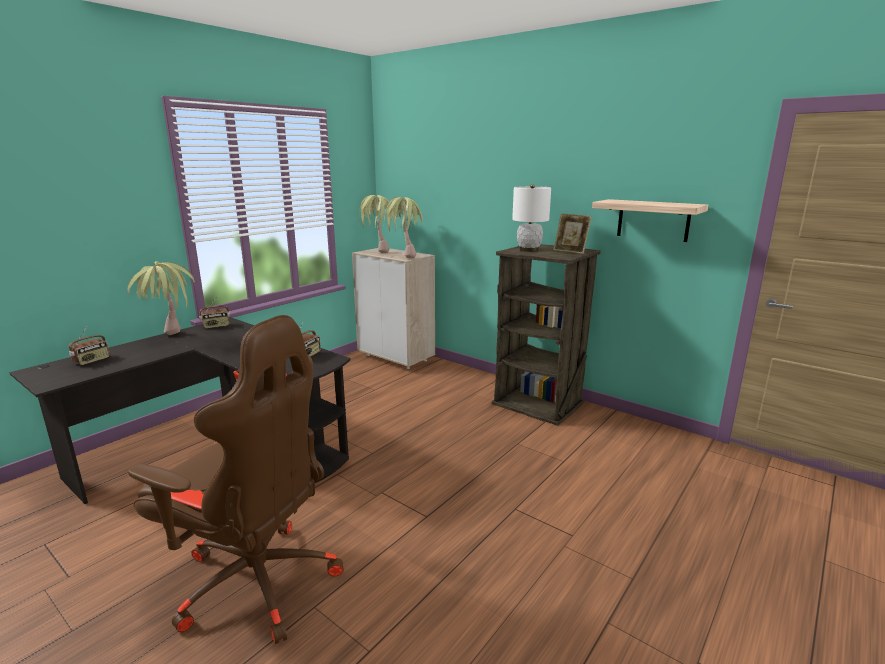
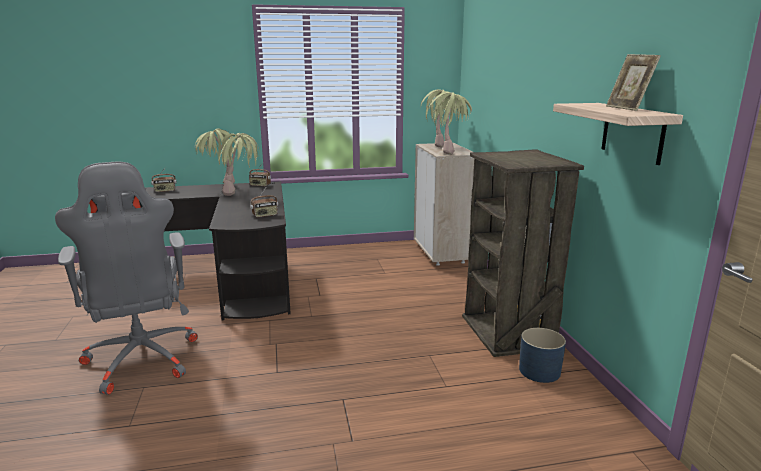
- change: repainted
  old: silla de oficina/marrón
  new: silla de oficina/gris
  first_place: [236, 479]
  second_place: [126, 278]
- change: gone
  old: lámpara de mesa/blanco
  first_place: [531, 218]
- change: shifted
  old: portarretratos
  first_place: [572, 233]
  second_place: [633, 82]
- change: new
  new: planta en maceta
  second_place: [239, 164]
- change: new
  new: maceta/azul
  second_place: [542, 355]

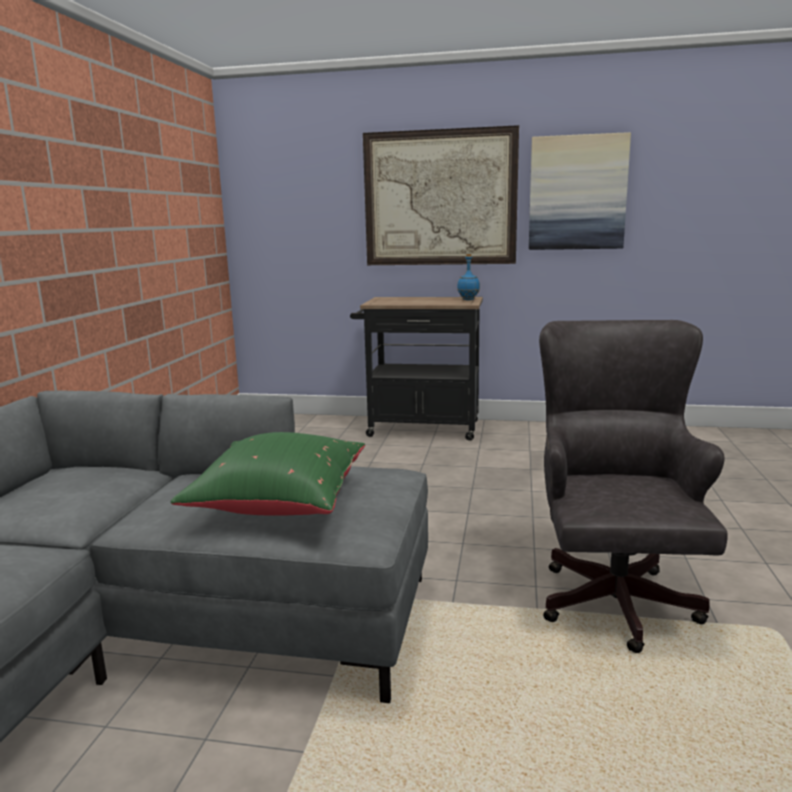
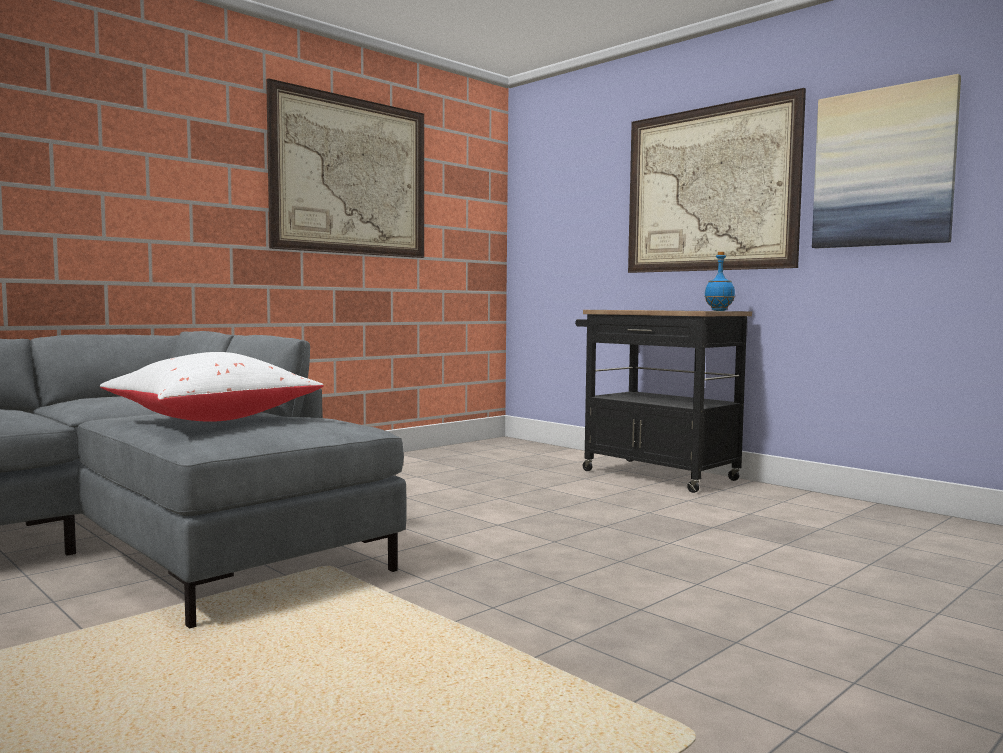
- change: repainted
  old: cojín/verde
  new: cojín/blanco
  first_place: [268, 474]
  second_place: [212, 387]
- change: gone
  old: silla de oficina/gris
  first_place: [633, 486]
- change: new
  new: cuadro
  second_place: [345, 168]

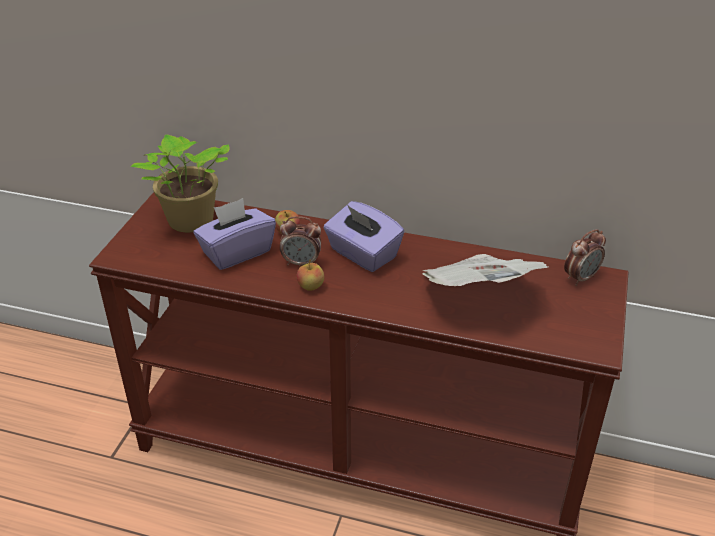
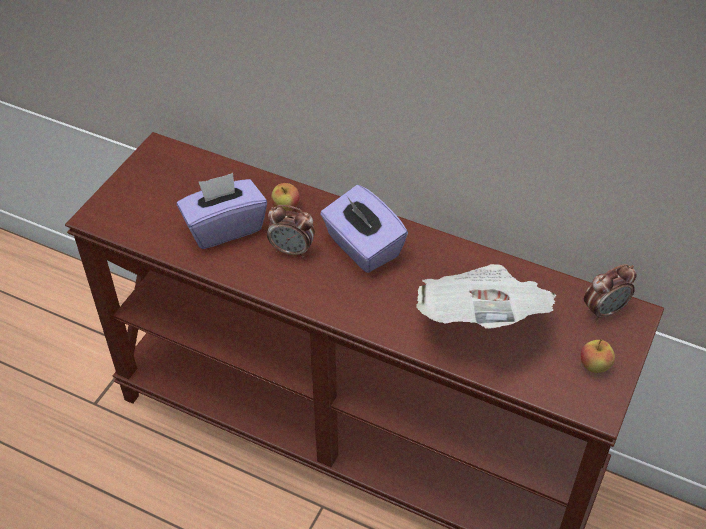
- change: gone
  old: planta en maceta
  first_place: [180, 183]
- change: shifted
  old: manzana
  first_place: [310, 275]
  second_place: [597, 356]

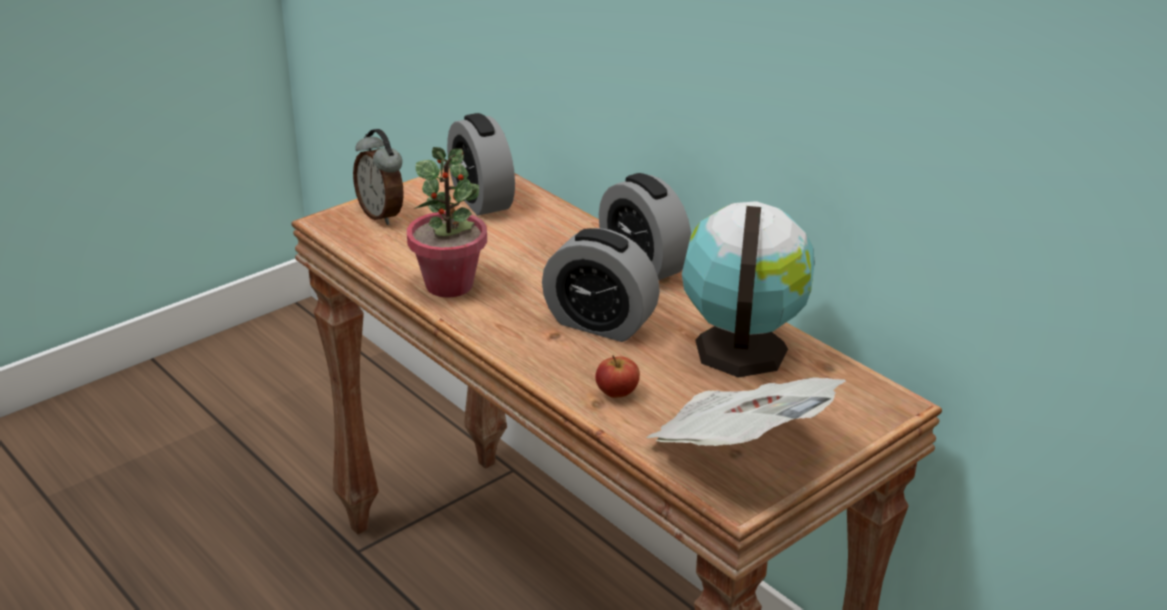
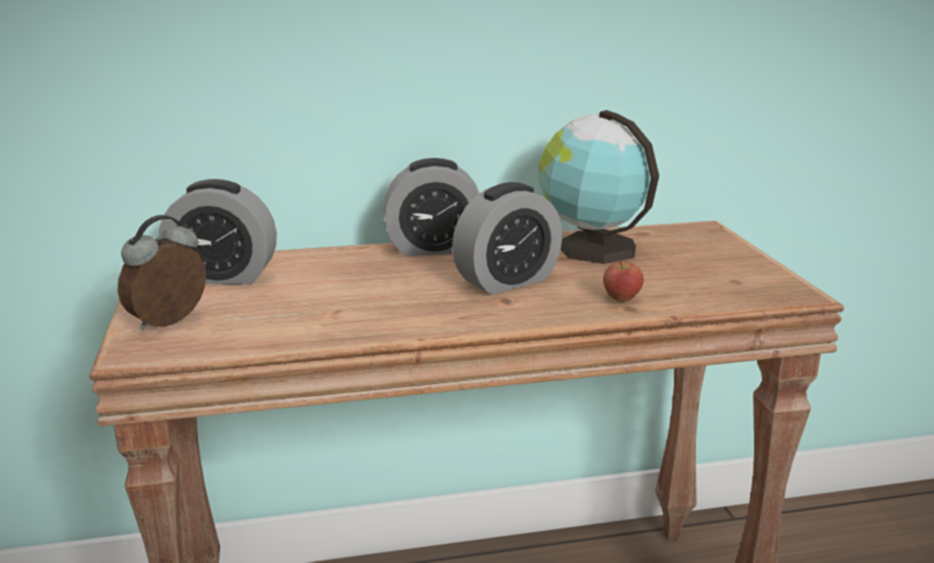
- change: rotated
  old: despertador
  first_place: [378, 177]
  second_place: [162, 272]
  degrees: 135
- change: gone
  old: planta en maceta
  first_place: [447, 222]
- change: gone
  old: periódico
  first_place: [746, 411]

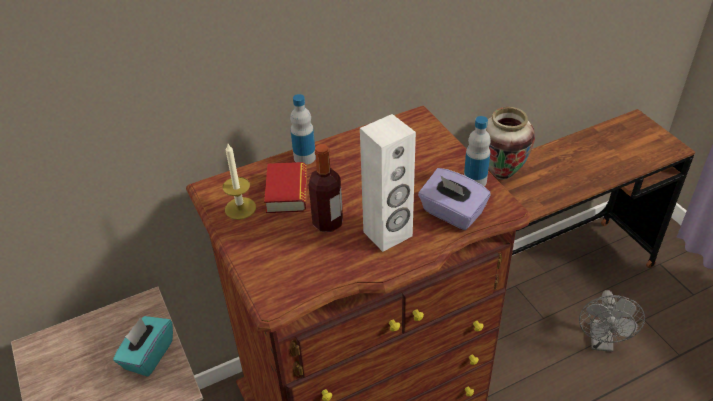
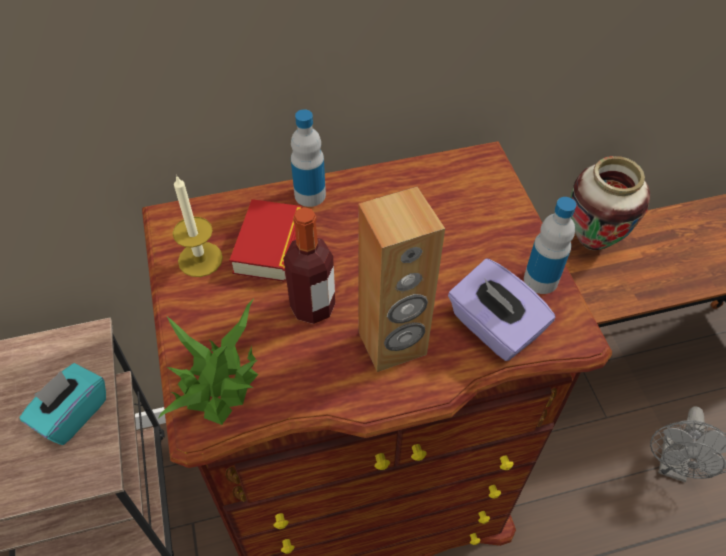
- change: repainted
  old: altavoz/blanco
  new: altavoz/marrón
  first_place: [388, 183]
  second_place: [401, 279]
- change: new
  new: planta en maceta
  second_place: [208, 362]

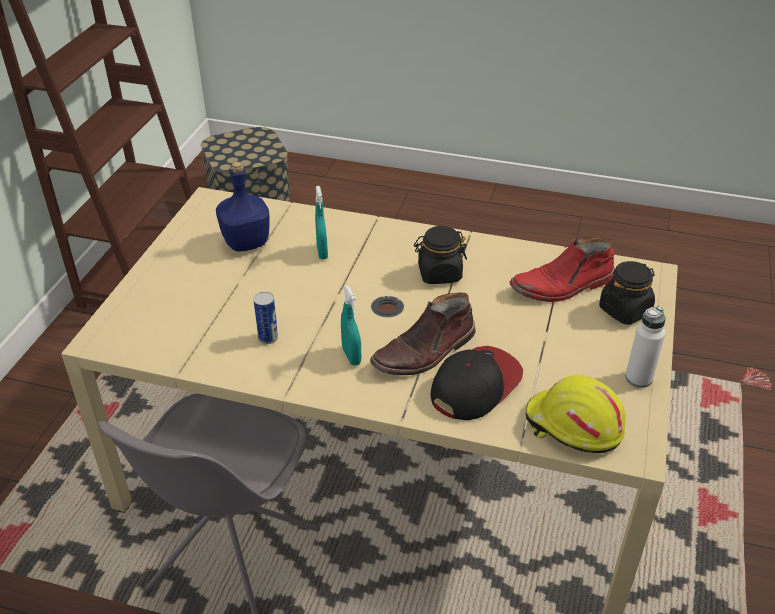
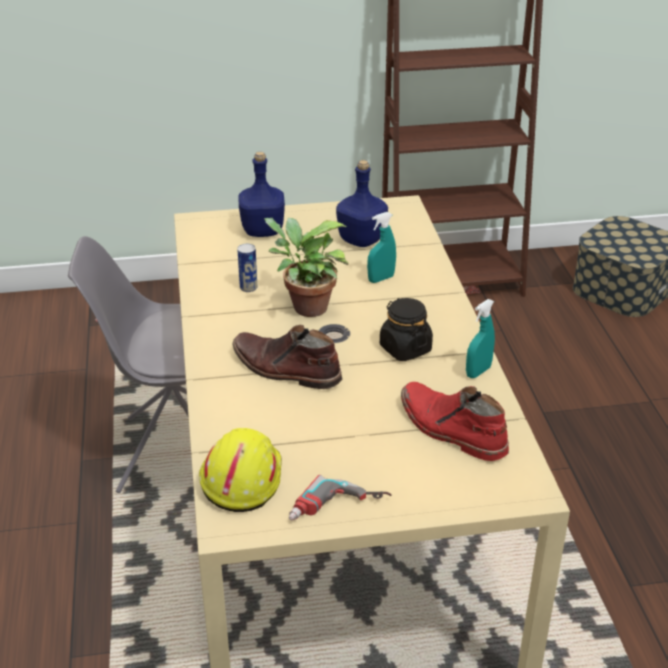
- change: shifted
  old: pulverizador/turquesa
  first_place: [351, 325]
  second_place: [480, 338]
- change: gone
  old: gorra
  first_place: [477, 383]
- change: gone
  old: tarro/negro
  first_place: [627, 293]
- change: swapped
  old: botella/blanco
  new: taladro
  first_place: [645, 347]
  second_place: [340, 497]
- change: new
  new: botella/azul
  second_place: [262, 194]
- change: new
  new: planta en maceta
  second_place: [306, 267]

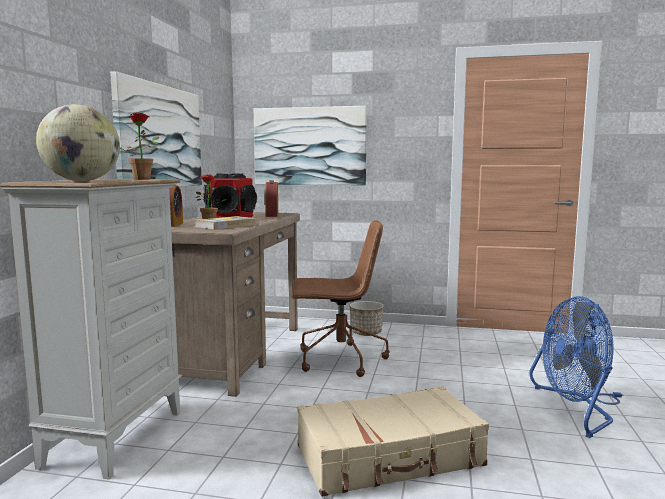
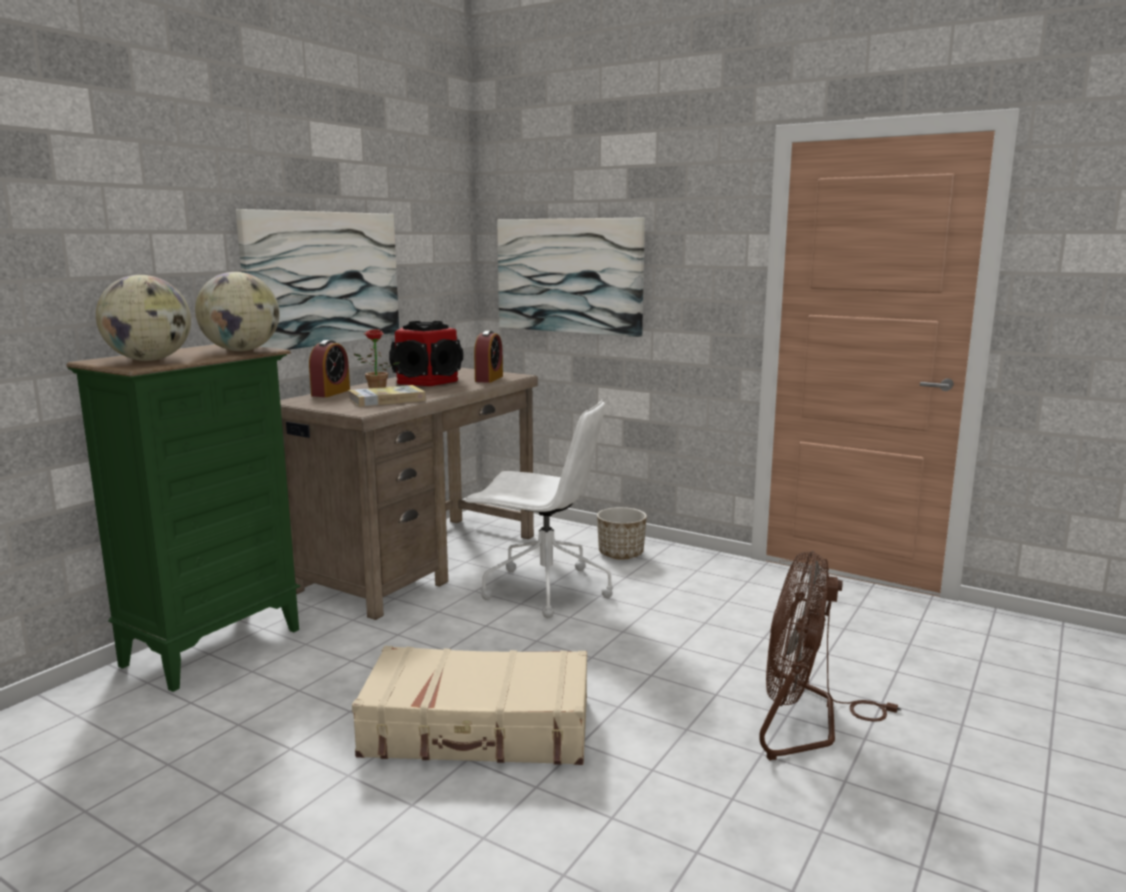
- change: repainted
  old: cómoda/blanco
  new: cómoda/verde
  first_place: [91, 329]
  second_place: [183, 518]
- change: swapped
  old: planta en maceta
  new: globo terráqueo
  first_place: [139, 146]
  second_place: [237, 311]
- change: repainted
  old: silla de oficina/marrón
  new: silla de oficina/blanco
  first_place: [340, 298]
  second_place: [538, 509]
- change: repainted
  old: ventilador/azul
  new: ventilador/marrón
  first_place: [576, 367]
  second_place: [830, 656]

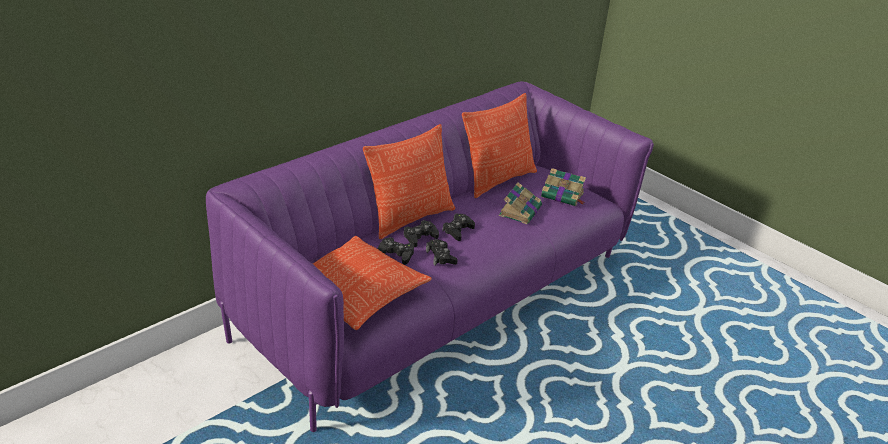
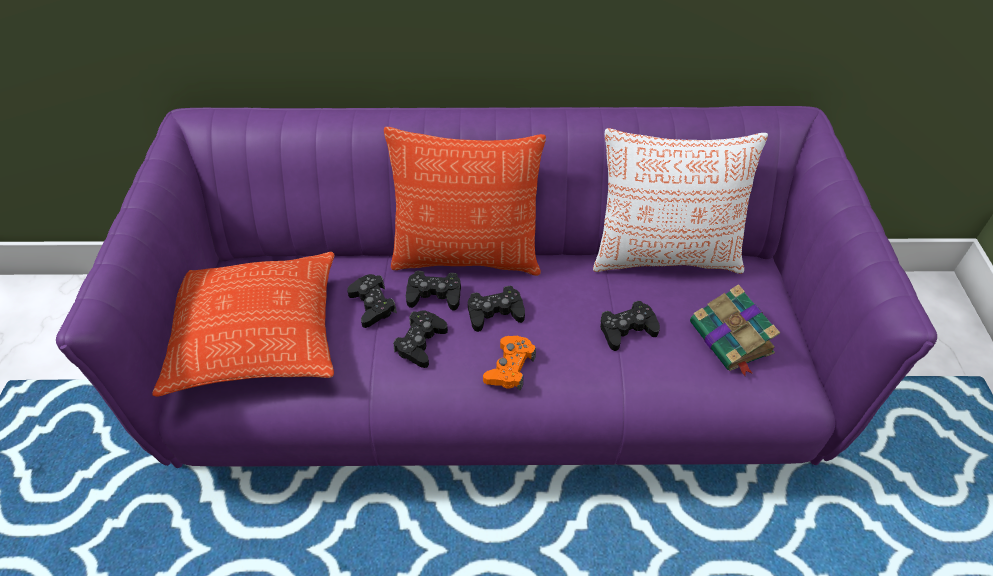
- change: repainted
  old: cojín/naranja
  new: cojín/blanco
  first_place: [499, 145]
  second_place: [680, 201]
- change: swapped
  old: libro
  new: mando de consola/negro
  first_place: [520, 203]
  second_place: [630, 326]
- change: new
  new: mando de consola/naranja
  second_place: [509, 363]

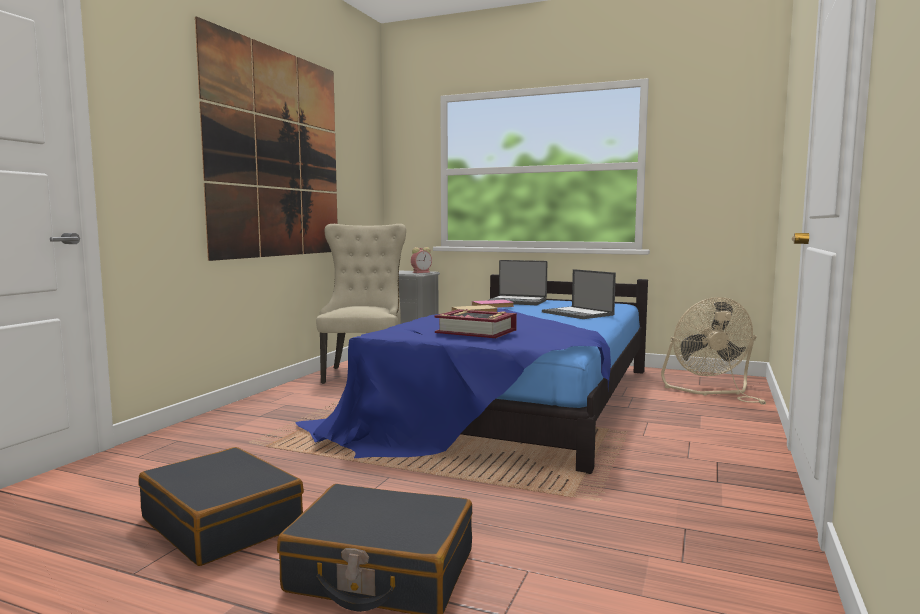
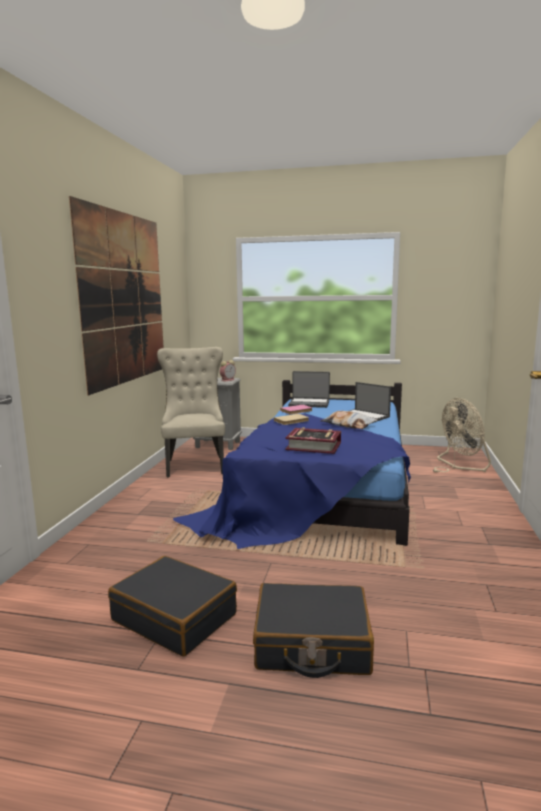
- change: rotated
  old: ventilador/beis
  first_place: [713, 351]
  second_place: [461, 435]
  degrees: 90
- change: new
  new: cojín
  second_place: [349, 420]

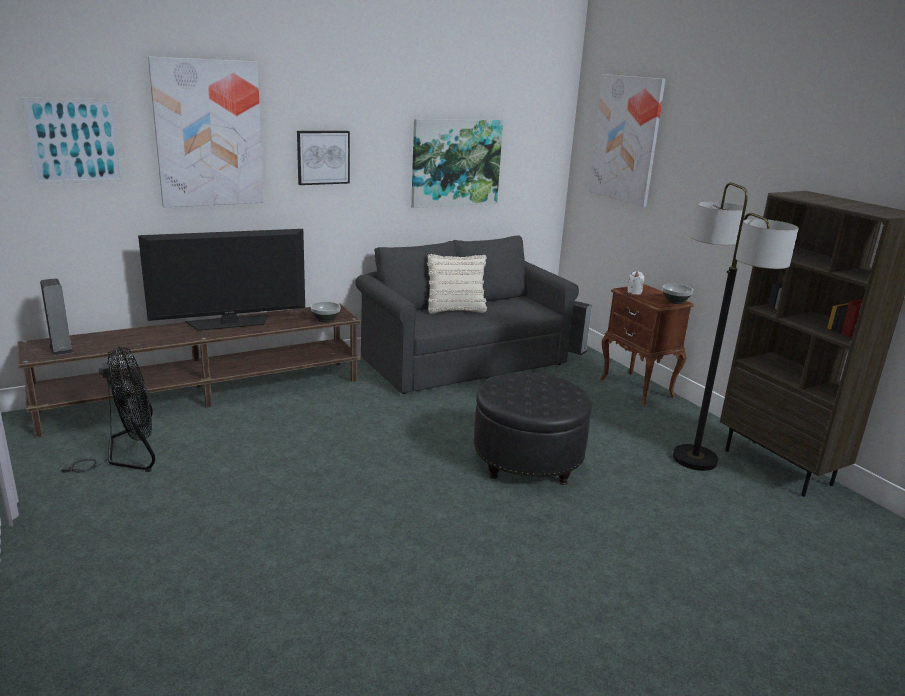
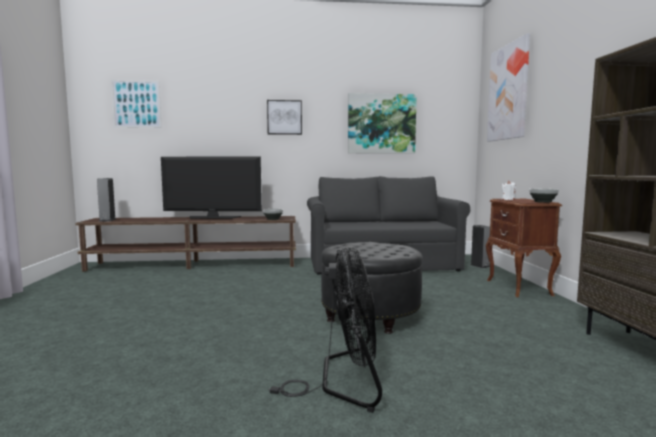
- change: shifted
  old: ventilador/negro
  first_place: [107, 409]
  second_place: [325, 329]
- change: gone
  old: cuadro
  first_place: [206, 132]
- change: gone
  old: cojín/beis
  first_place: [457, 284]
- change: gone
  old: lámpara de pie
  first_place: [736, 326]

